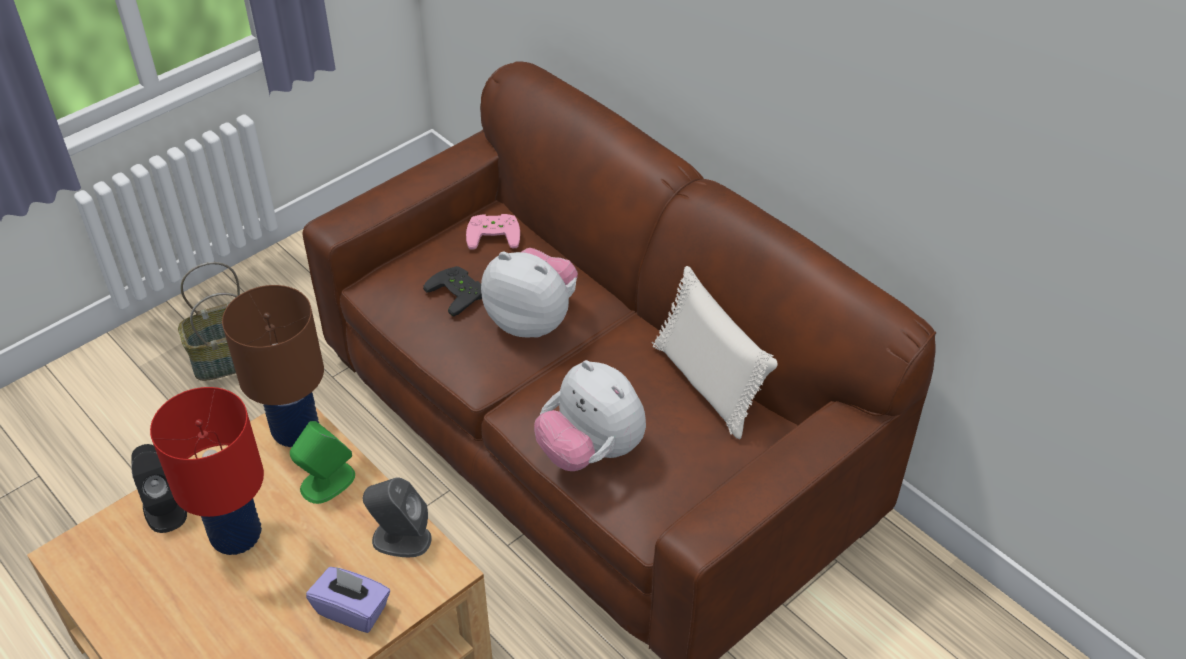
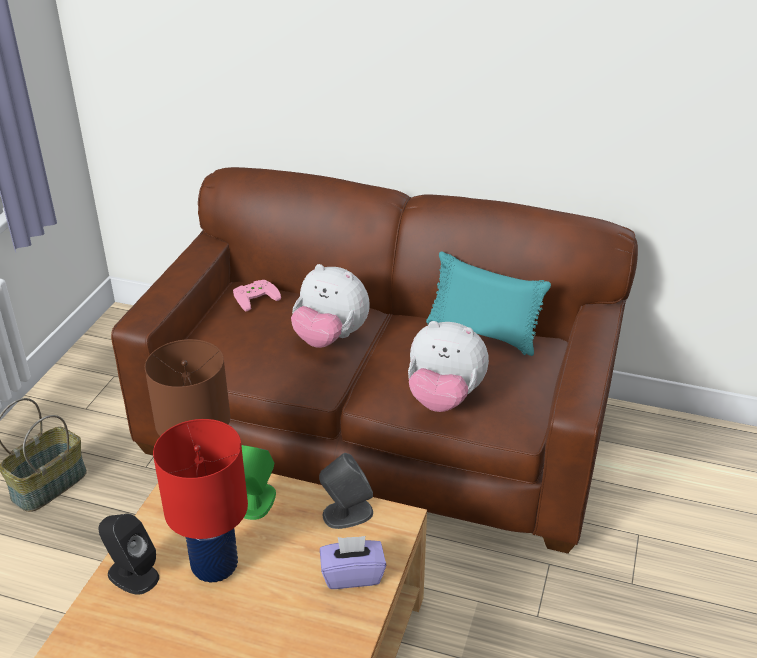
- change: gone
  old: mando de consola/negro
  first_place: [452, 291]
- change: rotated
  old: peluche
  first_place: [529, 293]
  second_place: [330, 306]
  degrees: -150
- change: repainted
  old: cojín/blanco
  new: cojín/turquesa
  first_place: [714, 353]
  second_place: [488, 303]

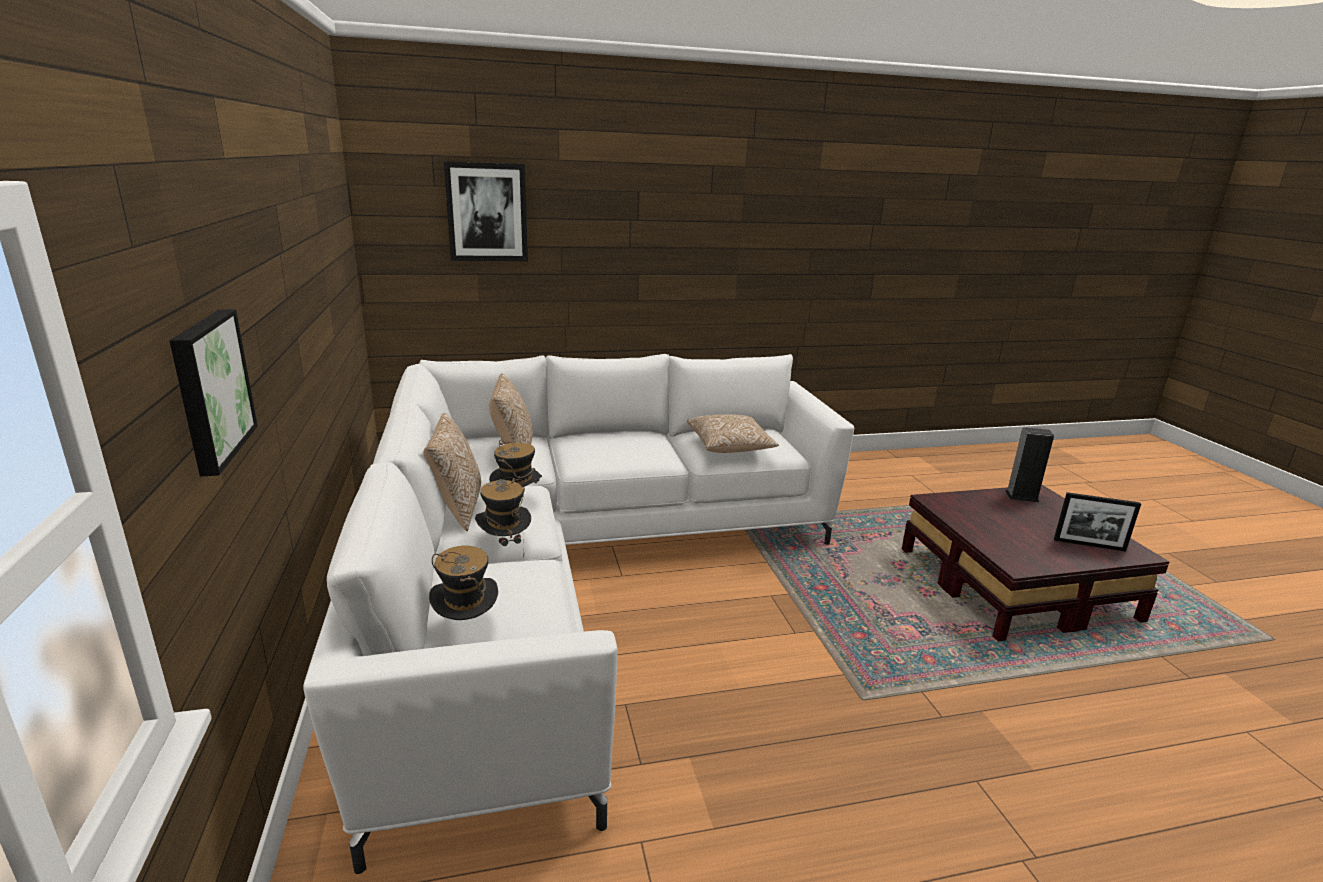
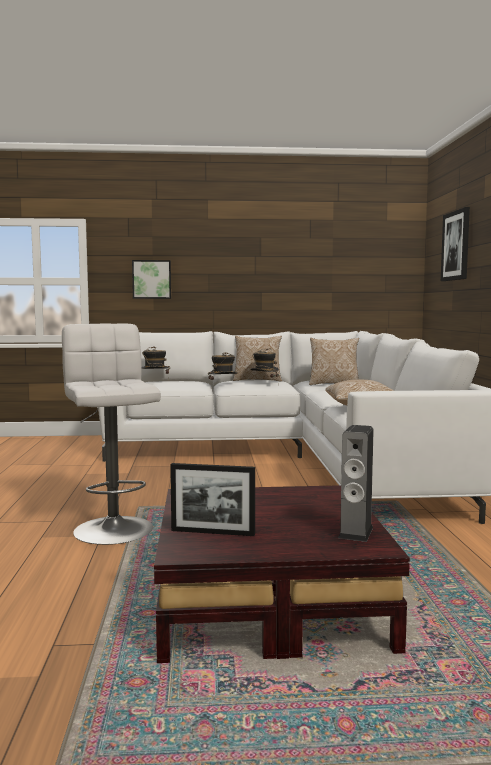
- change: rotated
  old: portarretratos
  first_place: [1097, 522]
  second_place: [212, 499]
  degrees: -105
- change: new
  new: taburete/blanco
  second_place: [111, 434]

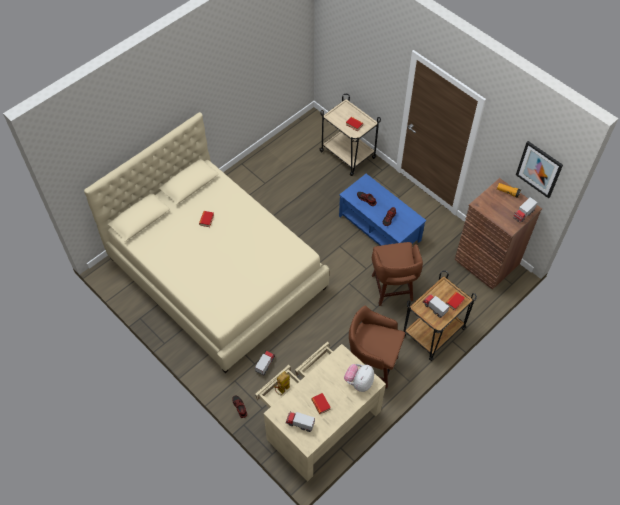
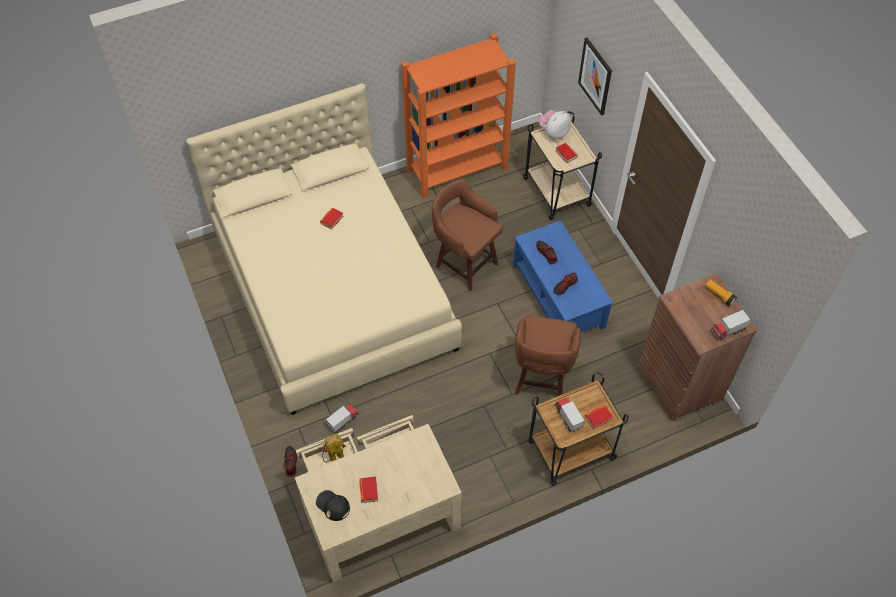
- change: swapped
  old: camión de juguete
  new: gorra/negro
  first_place: [300, 422]
  second_place: [333, 505]
- change: shifted
  old: peluche
  first_place: [359, 378]
  second_place: [554, 124]
- change: shifted
  old: taburete/marrón
  first_place: [377, 347]
  second_place: [467, 235]
- change: shifted
  old: cuadro
  first_place: [539, 169]
  second_place: [595, 77]
- change: new
  new: estantería/naranja
  second_place: [458, 116]

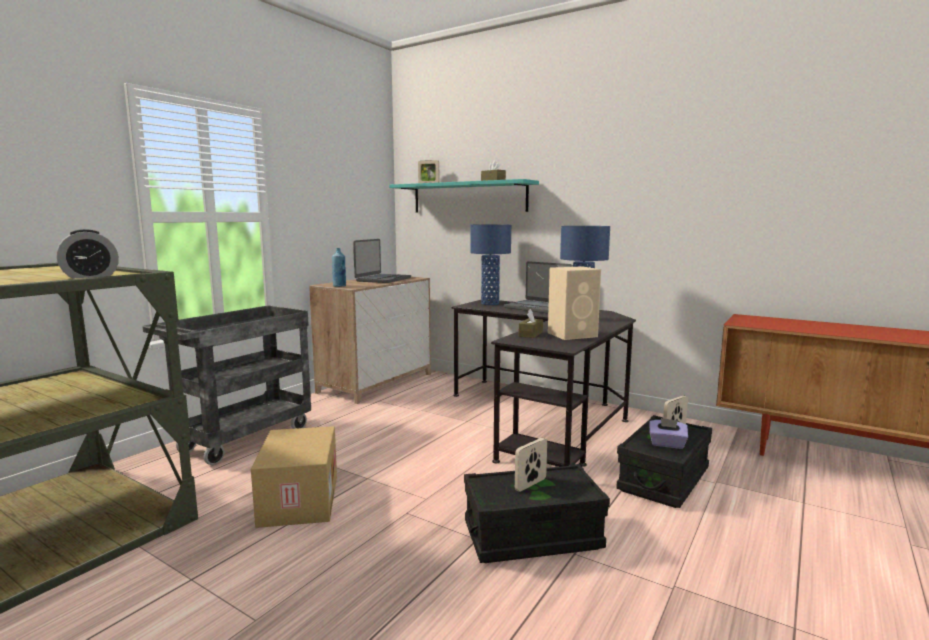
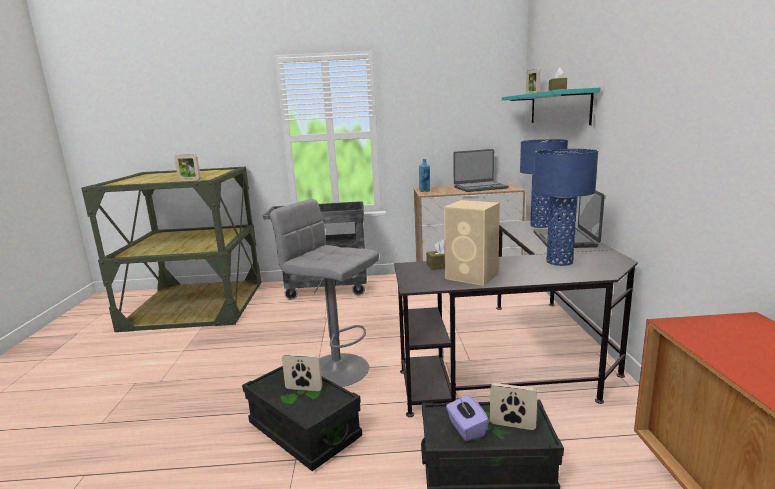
- change: swapped
  old: despertador
  new: portarretratos
  first_place: [87, 254]
  second_place: [187, 167]
- change: gone
  old: caja de cartón
  first_place: [294, 477]
- change: new
  new: taburete/gris
  second_place: [324, 293]

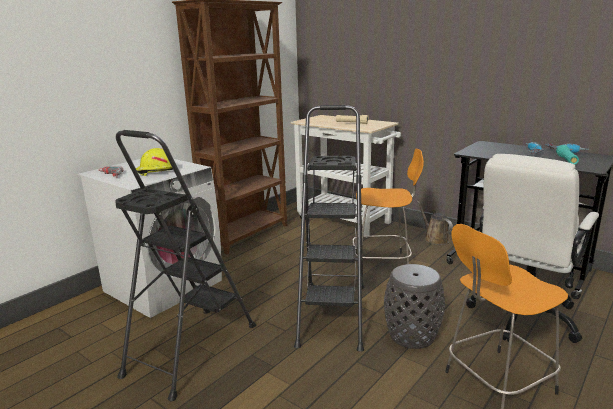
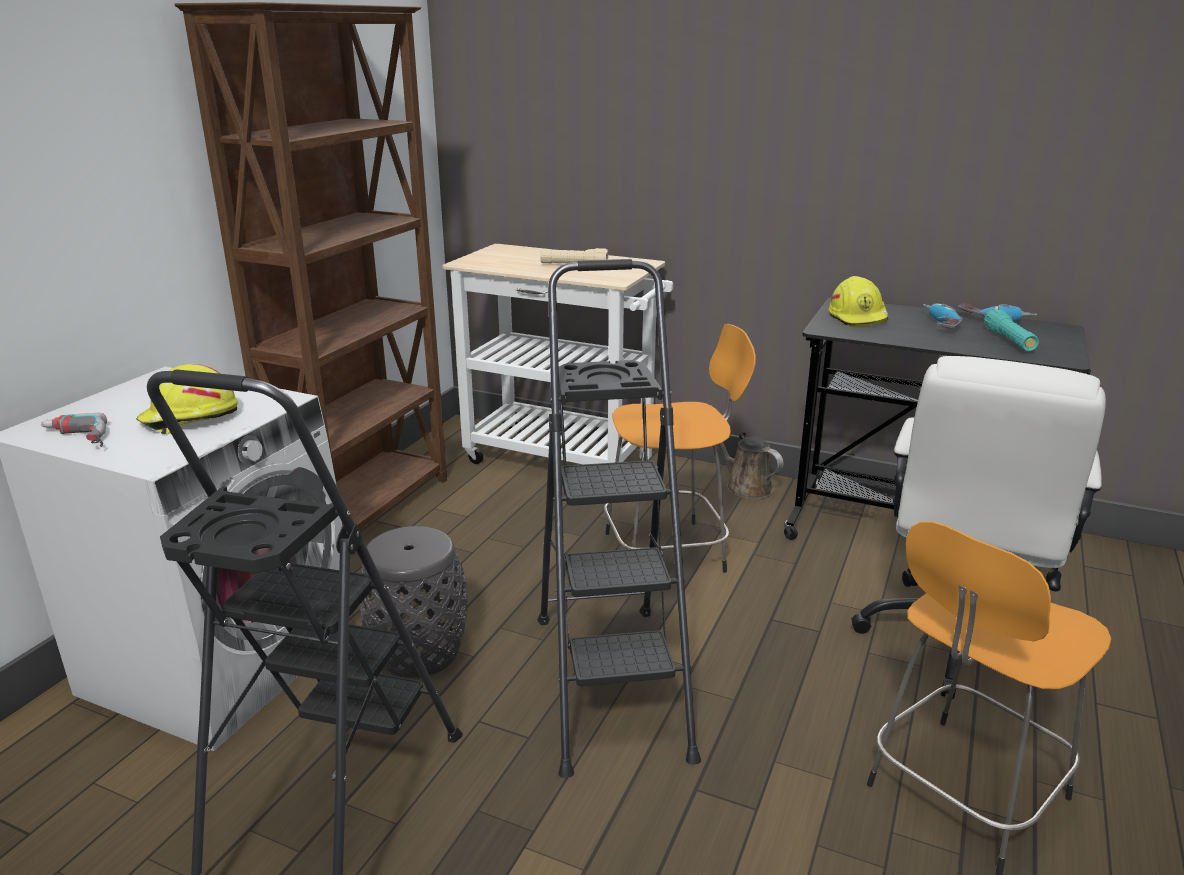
- change: shifted
  old: taburete/gris
  first_place: [414, 306]
  second_place: [413, 602]
- change: new
  new: casco/amarillo
  second_place: [859, 301]

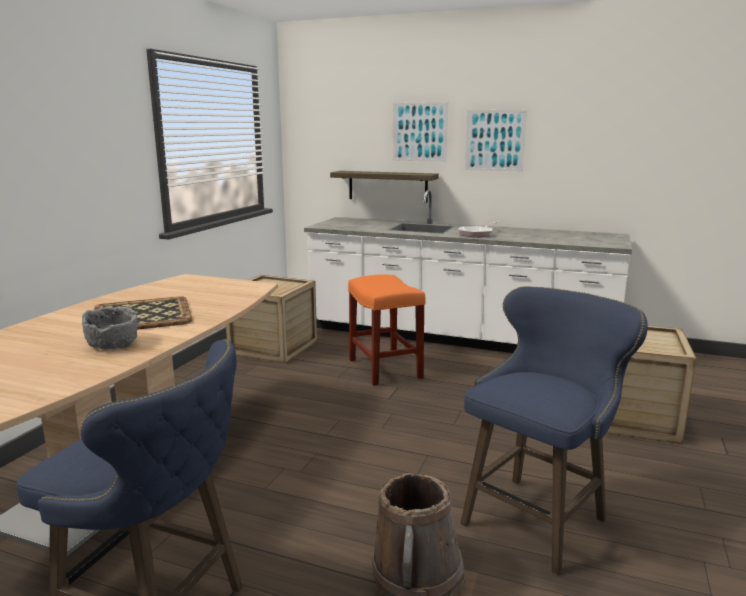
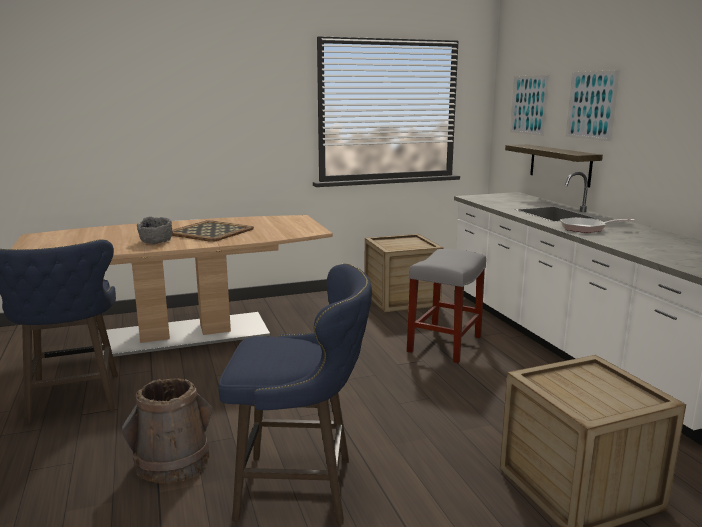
- change: repainted
  old: taburete/naranja
  new: taburete/gris
  first_place: [387, 330]
  second_place: [446, 306]
- change: shifted
  old: cuadro
  first_place: [496, 140]
  second_place: [529, 105]

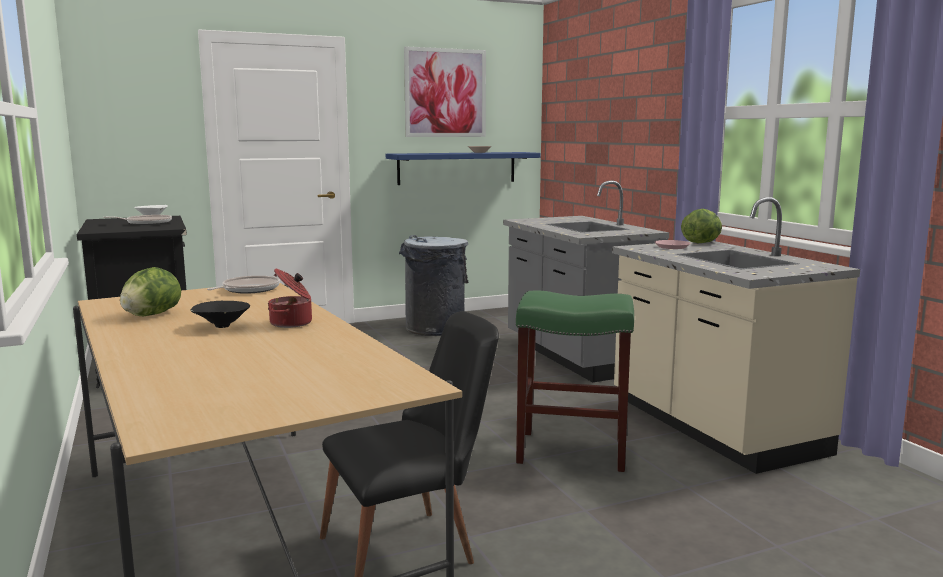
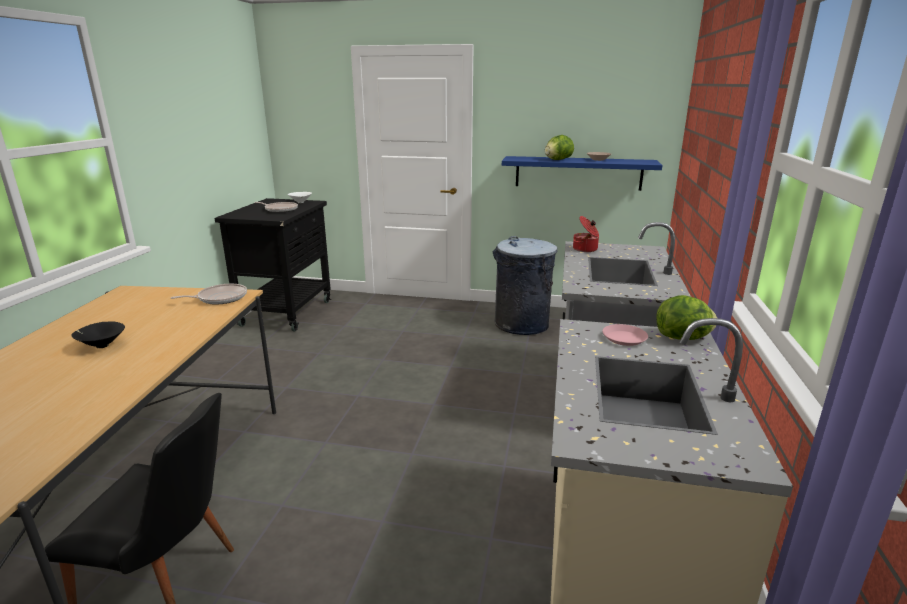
- change: shifted
  old: lechuga
  first_place: [150, 291]
  second_place: [559, 147]
- change: shifted
  old: olla
  first_place: [290, 298]
  second_place: [586, 234]
- change: gone
  old: cuadro
  first_place: [445, 91]
- change: gone
  old: taburete/verde
  first_place: [575, 381]

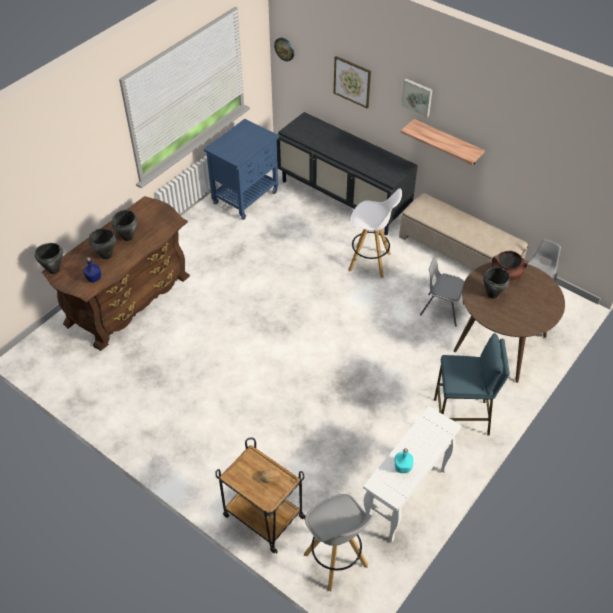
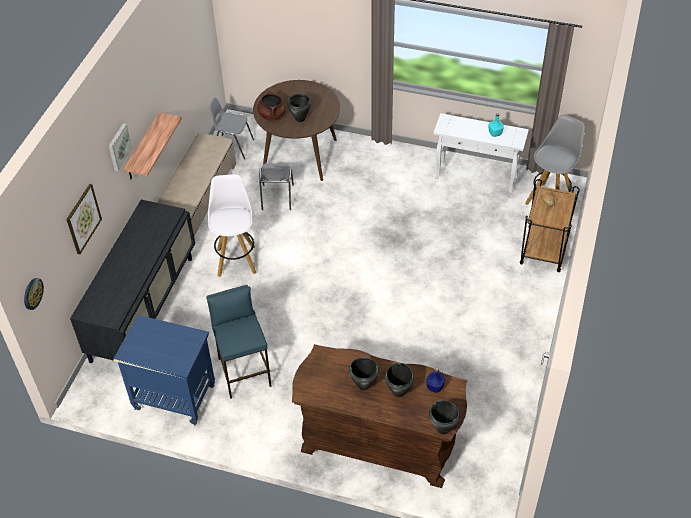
- change: shifted
  old: taburete/azul
  first_place: [472, 384]
  second_place: [239, 342]

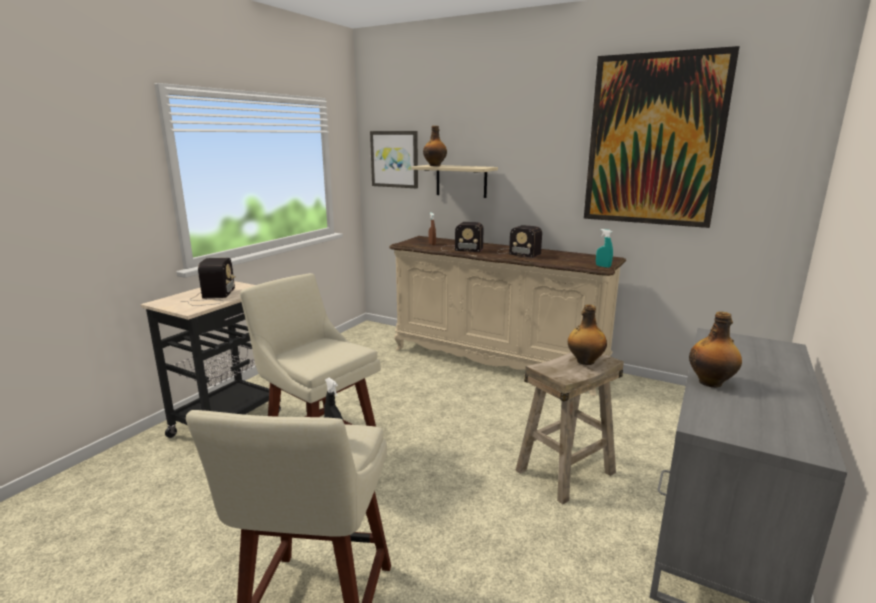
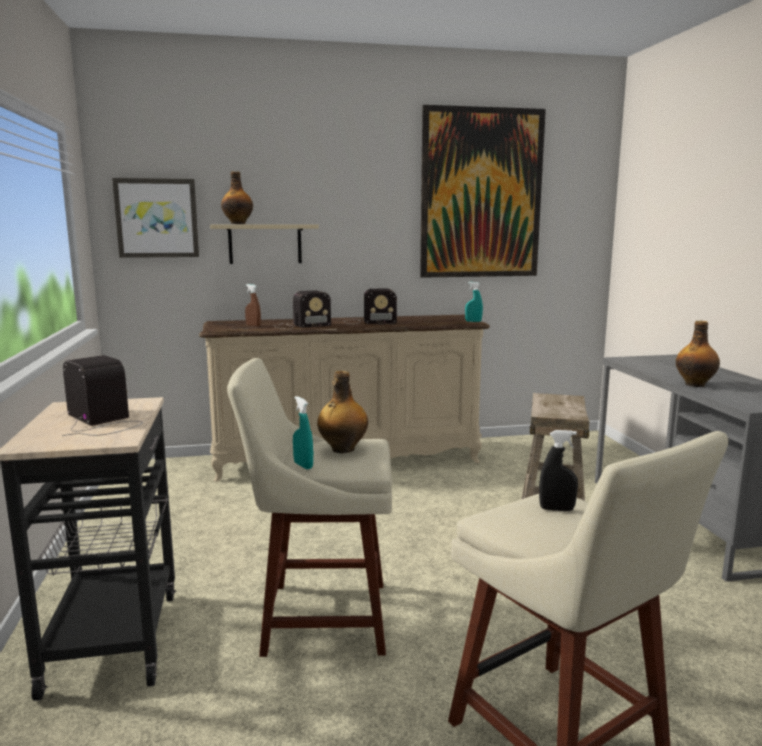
- change: shifted
  old: botella
  first_place: [587, 334]
  second_place: [342, 412]
- change: new
  new: pulverizador/turquesa
  second_place: [303, 432]

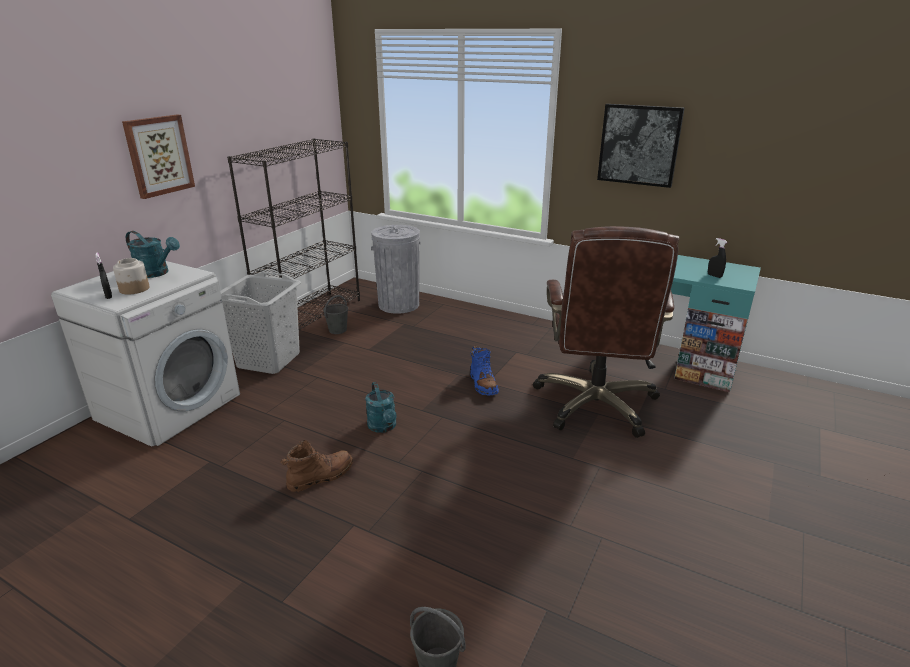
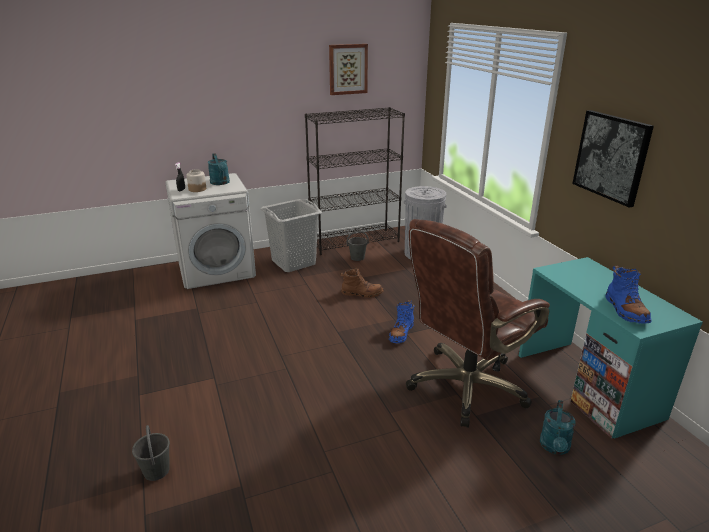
- change: shifted
  old: cuadro
  first_place: [158, 157]
  second_place: [348, 69]
- change: shifted
  old: bota/marrón
  first_place: [316, 466]
  second_place: [362, 282]
- change: shifted
  old: regadera/turquesa
  first_place: [381, 407]
  second_place: [558, 427]
- change: swapped
  old: pulverizador/negro
  new: bota/azul
  first_place: [718, 258]
  second_place: [628, 294]

